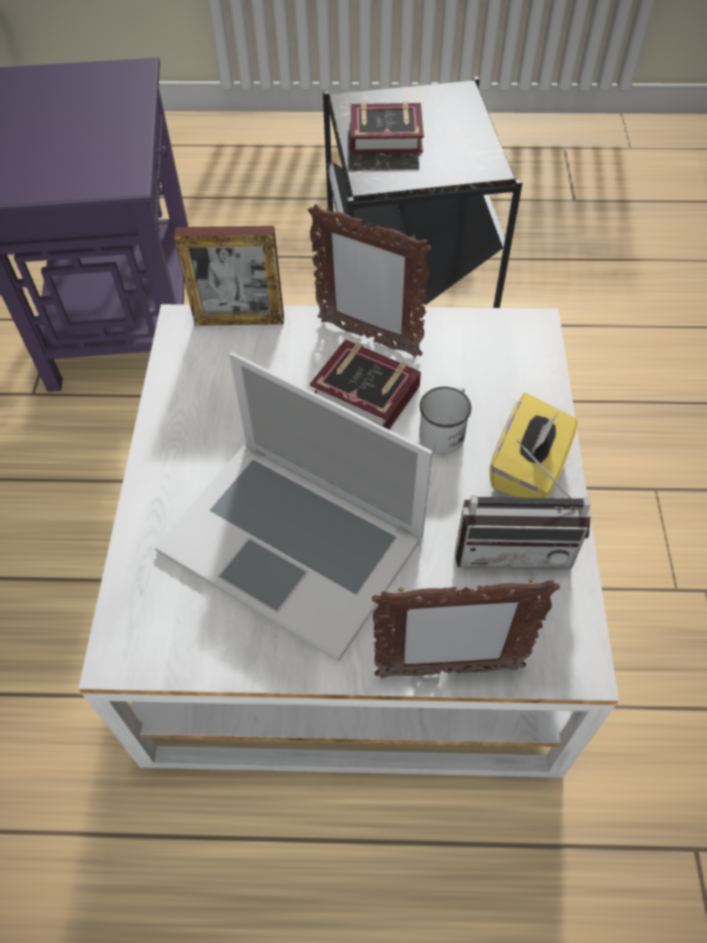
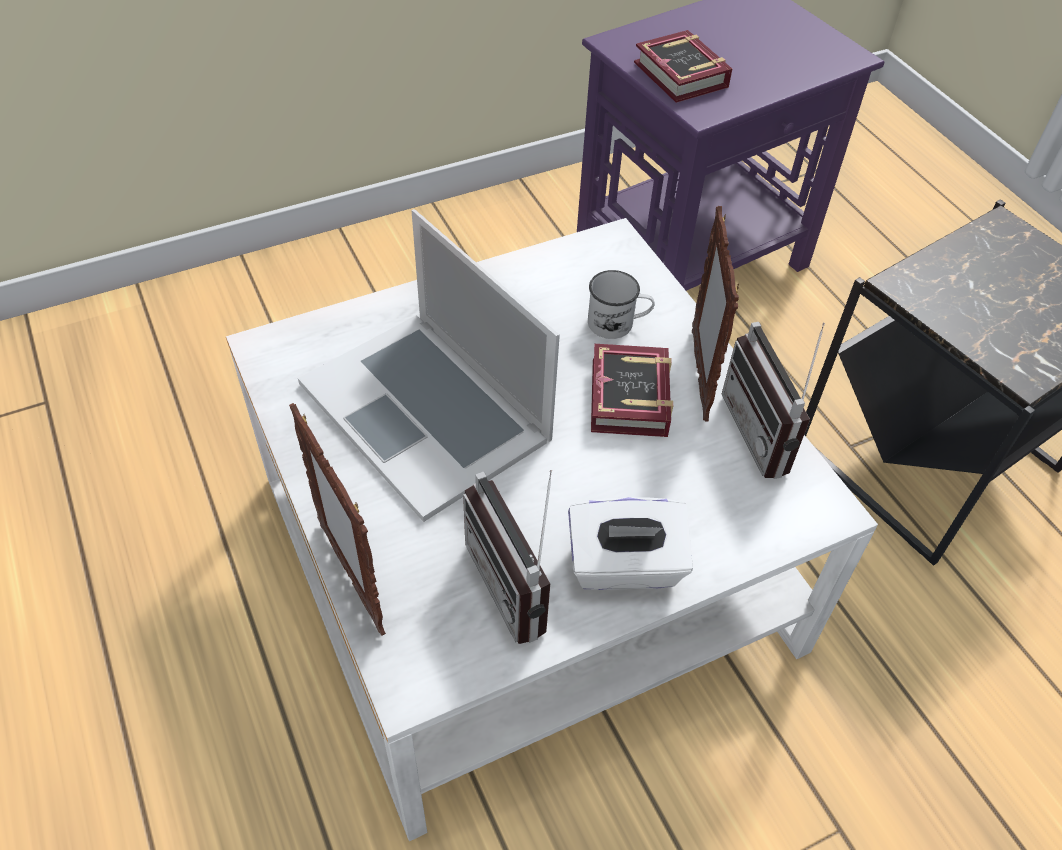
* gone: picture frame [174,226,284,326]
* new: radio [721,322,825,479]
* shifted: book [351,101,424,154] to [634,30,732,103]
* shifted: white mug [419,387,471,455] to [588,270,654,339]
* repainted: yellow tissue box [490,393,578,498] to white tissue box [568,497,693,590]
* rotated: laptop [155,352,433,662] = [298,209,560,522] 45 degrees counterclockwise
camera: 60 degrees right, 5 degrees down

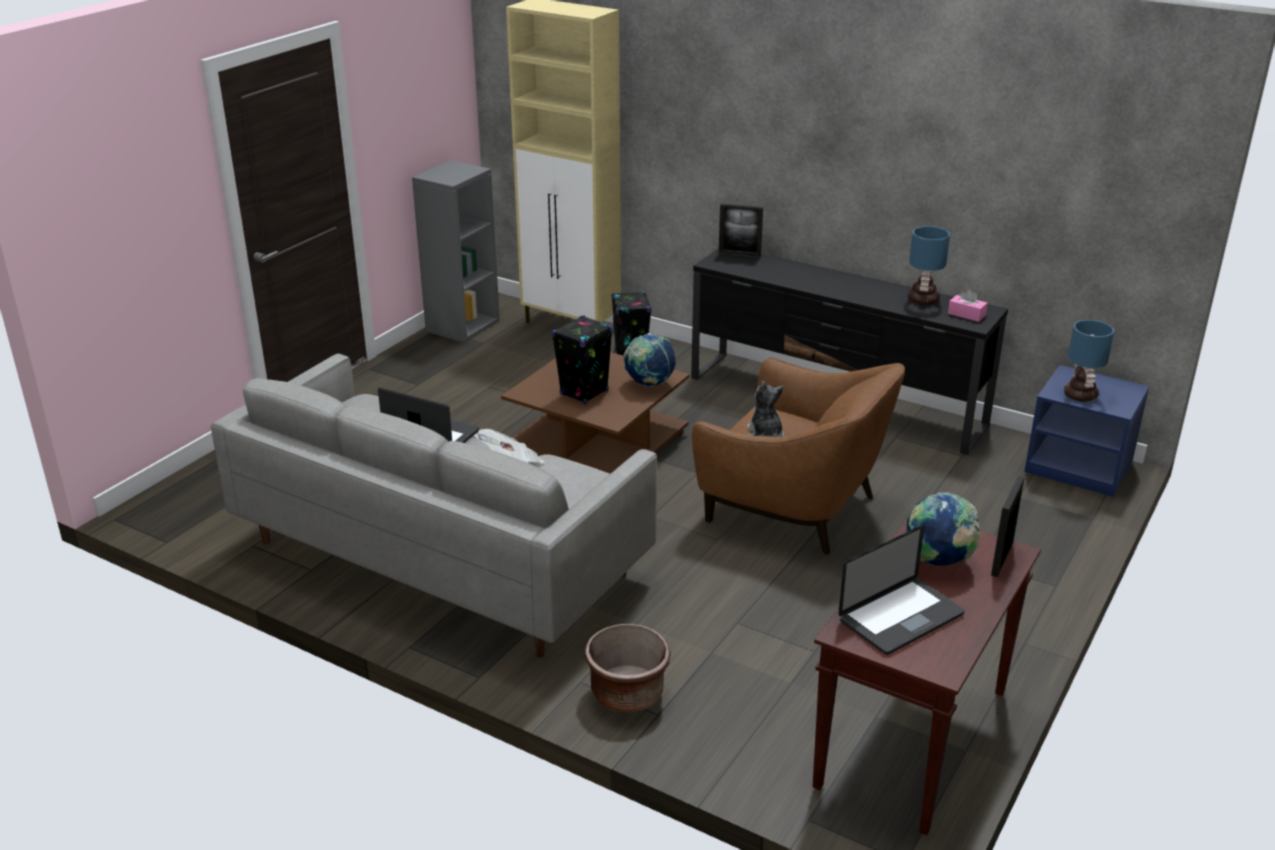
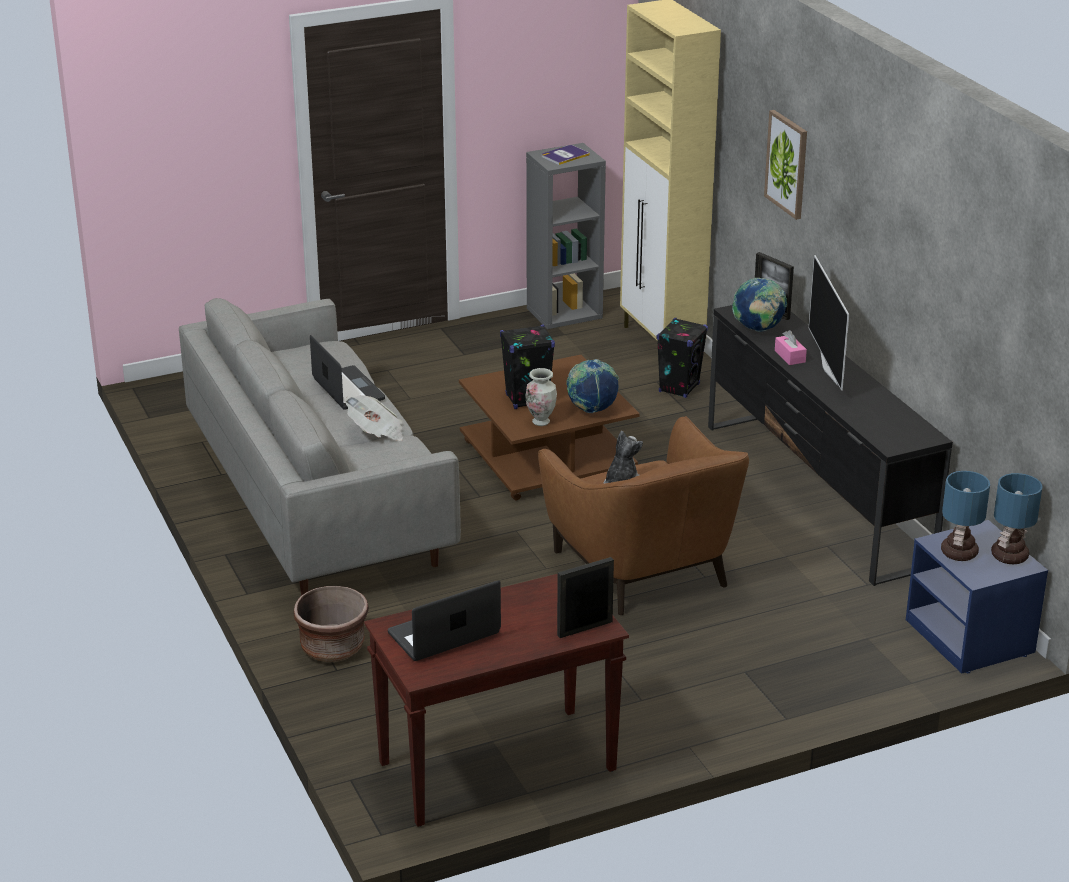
* new: vase [525,368,557,426]
* new: book [542,145,590,165]
* new: picture [764,110,807,220]
* new: television [809,255,849,391]
* shifted: globe [907,492,980,566] to [732,278,787,332]
* shifted: table lamp [908,226,950,305] to [991,473,1042,564]
* shifted: pink tissue box [948,289,988,322] to [775,330,807,365]
* rotated: laptop [839,525,965,655] = [388,580,501,661] 150 degrees clockwise
camera: 35 degrees right, 0 degrees up

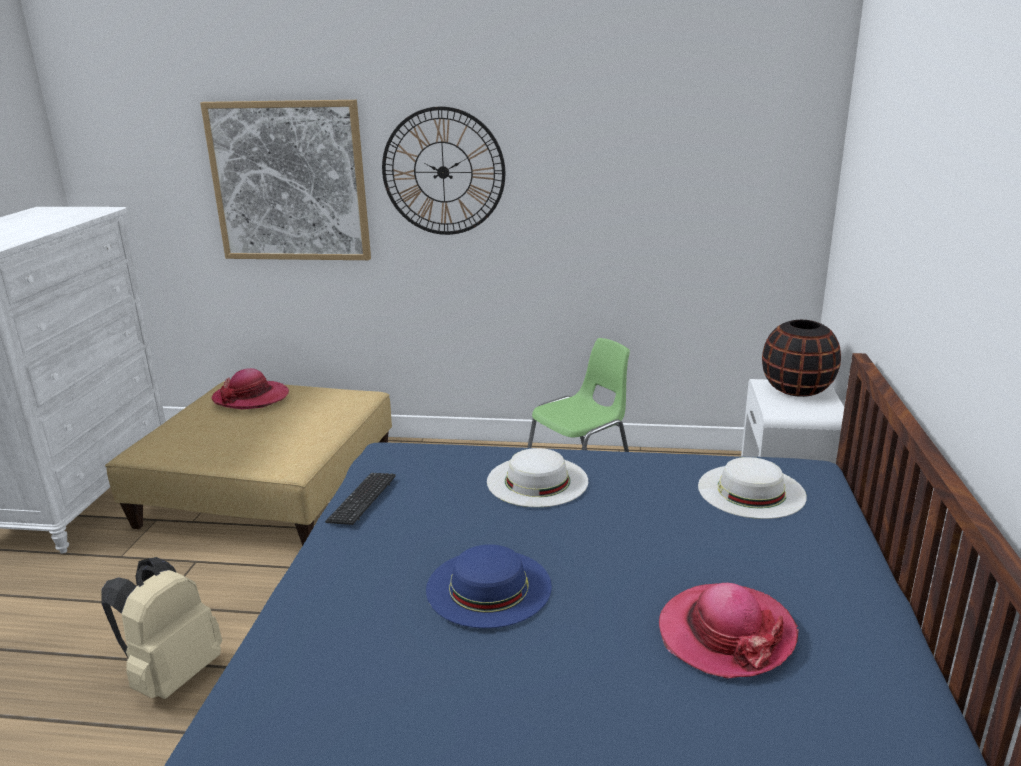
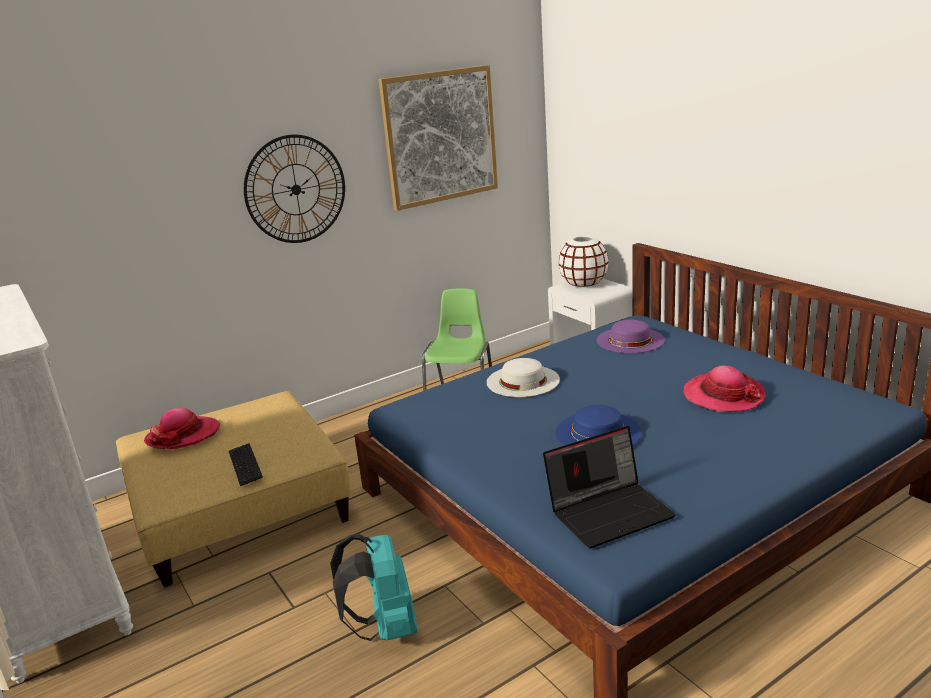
* new: laptop [543,426,676,549]
* shifted: picture [200,100,371,260] to [378,65,498,211]
* shifted: keyboard [325,473,396,525] to [229,443,263,486]
* repainted: beige backpack [101,557,222,699] to turquoise backpack [330,534,418,641]
* repainted: white hat [698,457,807,519] to purple hat [597,320,665,353]
* repainted: black vase [762,320,841,397] to white vase [559,236,608,287]
camera: 40 degrees left, 0 degrees up

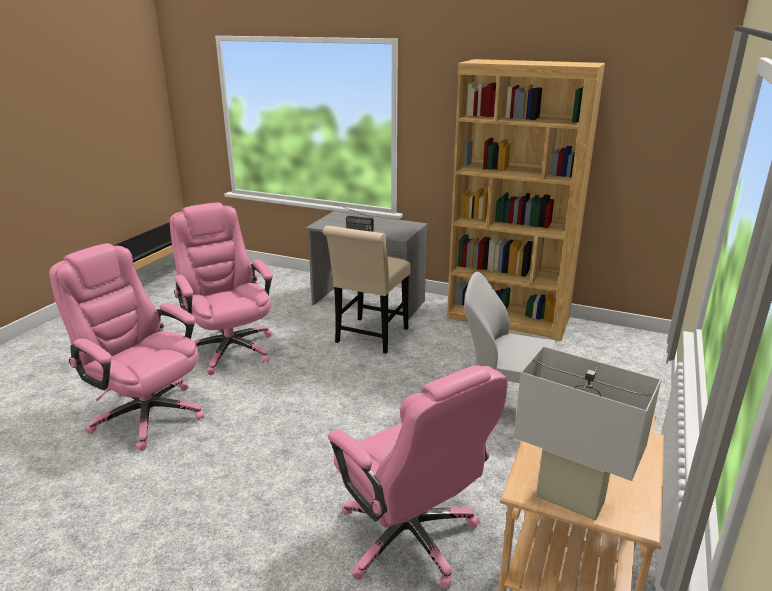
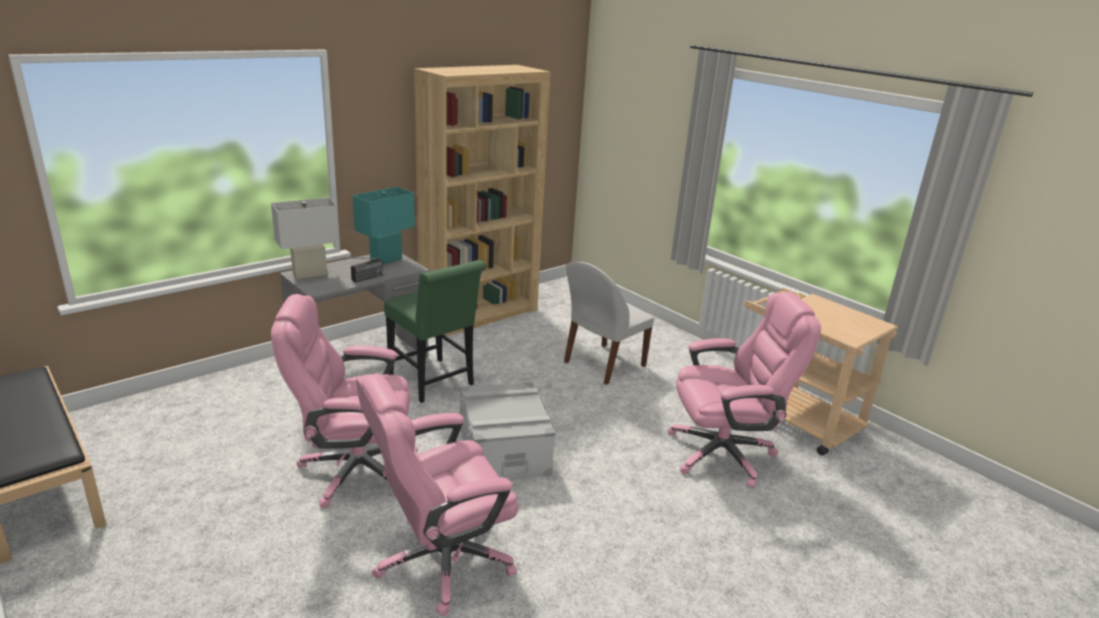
* new: turquoise table lamp [353,187,415,265]
* new: grey storage box [459,382,555,480]
* shifted: white table lamp [514,346,661,520] to [271,198,339,279]
* repainted: beige chair [323,226,411,353] to green chair [384,260,486,403]
camera: 65 degrees left, 0 degrees up

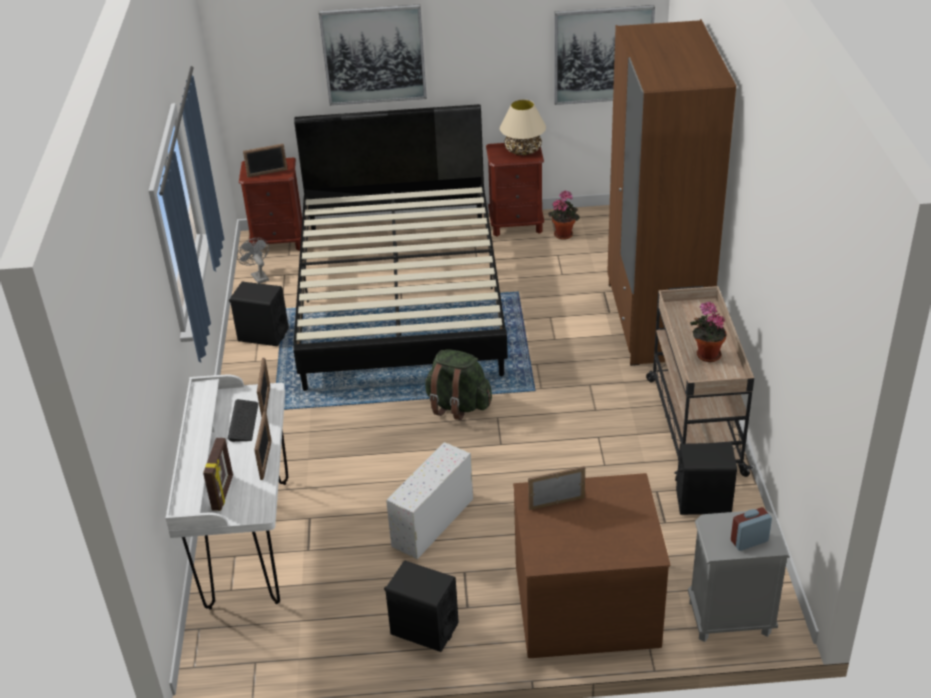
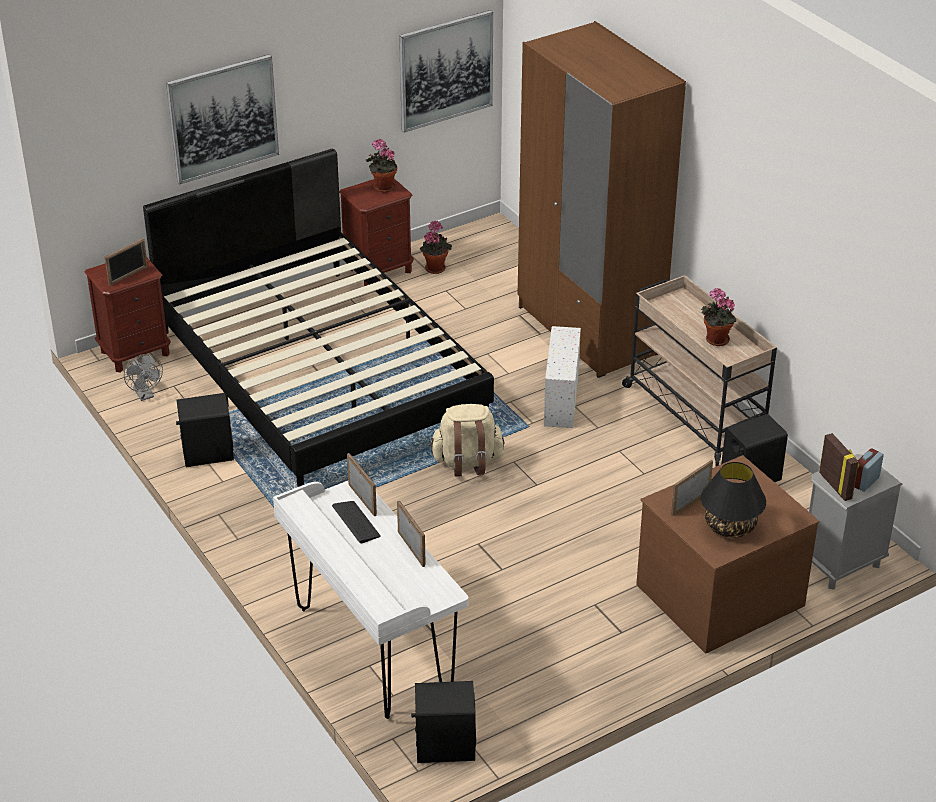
* new: black table lamp [701,462,766,538]
* shifted: picture frame [203,438,233,511] to [819,433,859,501]
* shifted: black speaker [384,561,458,652] to [411,681,476,763]
* shifted: white storage box [386,442,473,560] to [544,326,581,428]
* swapped: beige table lamp [500,99,546,155] to potted plant [366,139,397,193]
* repainted: green backpack [425,349,492,420] to beige backpack [429,404,504,477]
* rotated: grey fan [237,238,269,284] = [124,354,163,401] 150 degrees counterclockwise
camera: 30 degrees left, 0 degrees up

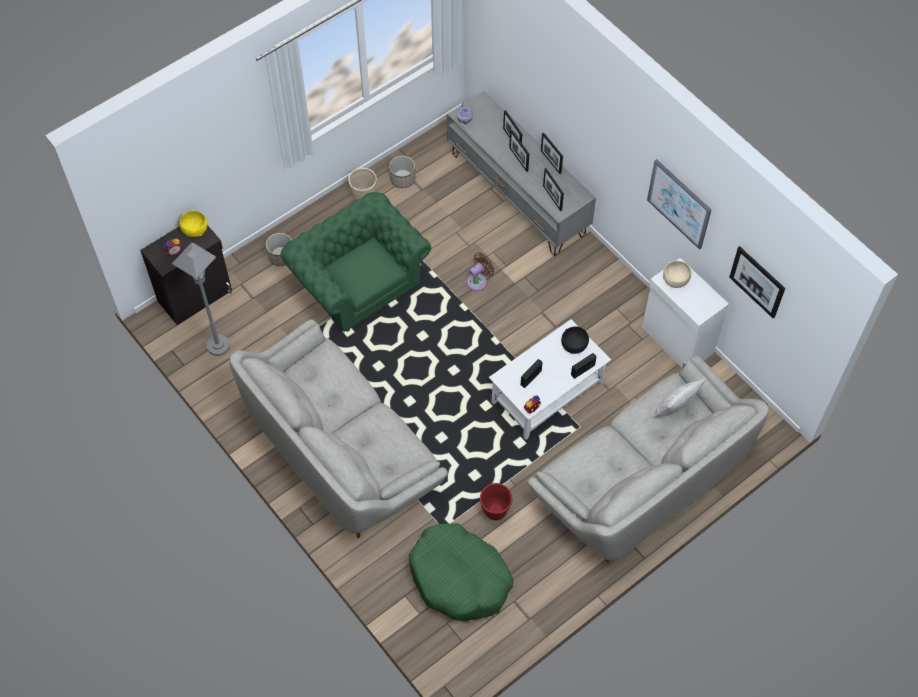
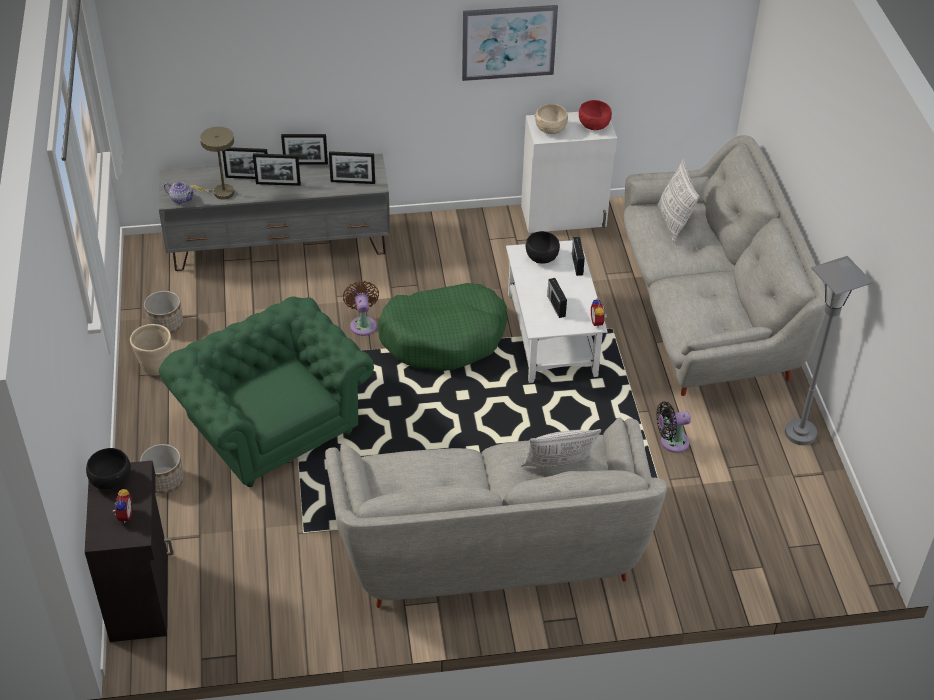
* gone: picture [729,246,785,319]
* new: beige table lamp [190,127,234,200]
* new: pillow [521,429,601,468]
* new: red bowl [579,100,612,130]
* shifted: grey floor lamp [172,242,230,356] to [785,256,873,445]
* shifted: green dog bed [409,523,513,621] to [378,283,507,371]
* swapped: red planter [480,483,512,520] to black fan [656,401,691,453]
* repainted: yellow bowl [179,211,207,237] to black bowl [86,448,131,489]
* rotated: green armchair [281,192,431,332] = [159,296,374,487] 60 degrees clockwise
camera: 60 degrees left, 15 degrees down

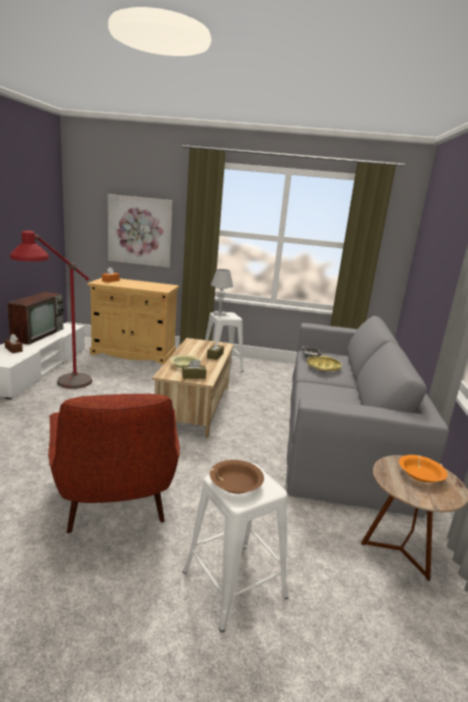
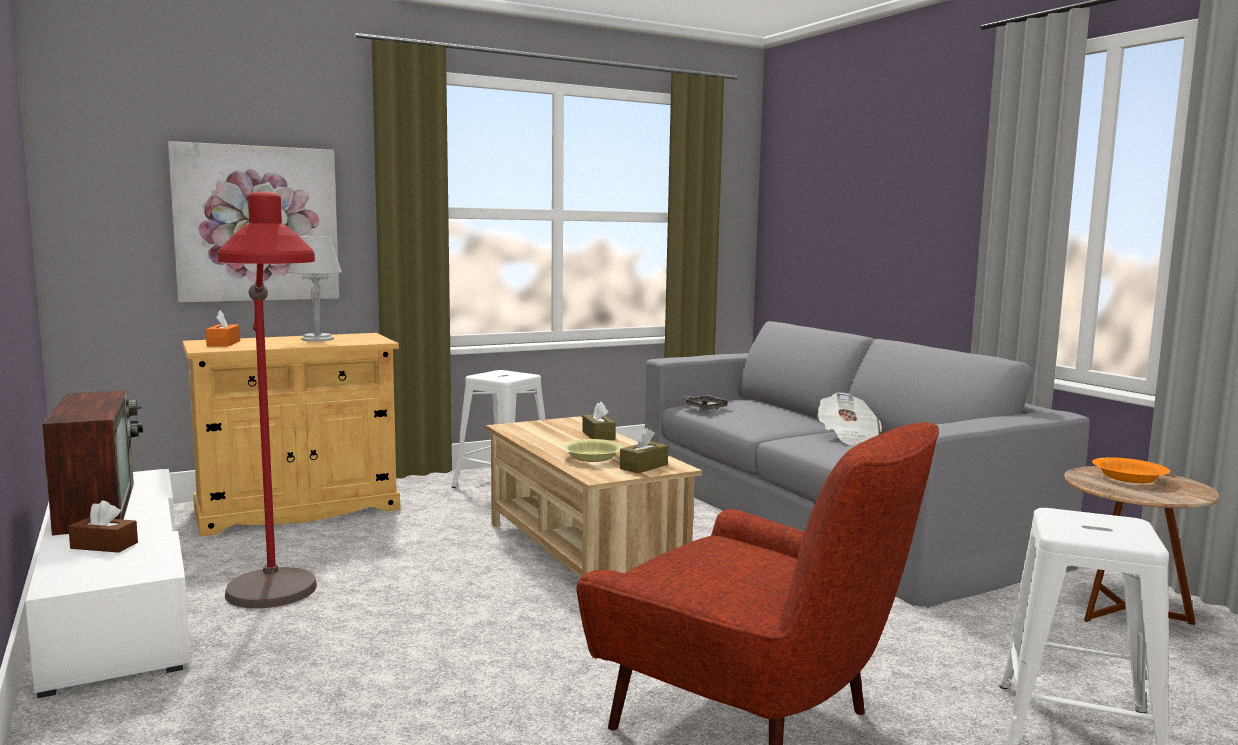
* gone: brown bowl [210,460,264,494]
* gone: yellow tray [307,356,342,372]
* new: newspaper [817,392,882,445]
* shifted: grey table lamp [211,269,233,316] to [288,236,342,341]
camera: 35 degrees left, 10 degrees down

